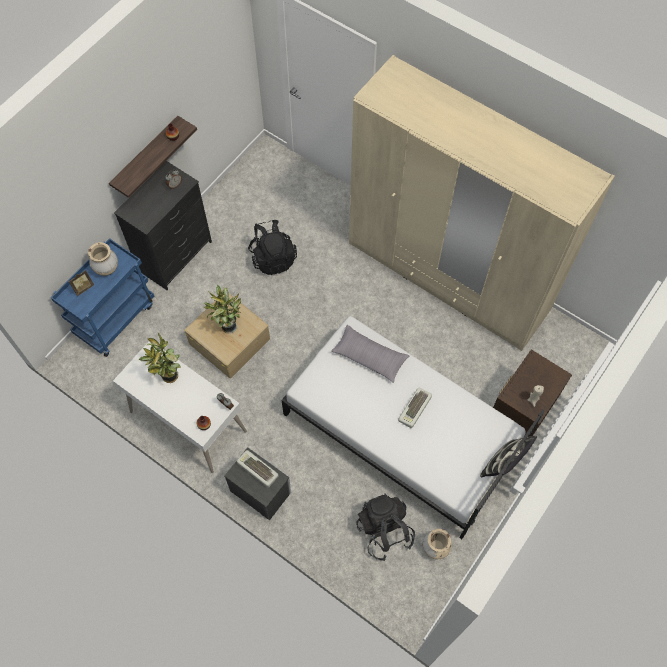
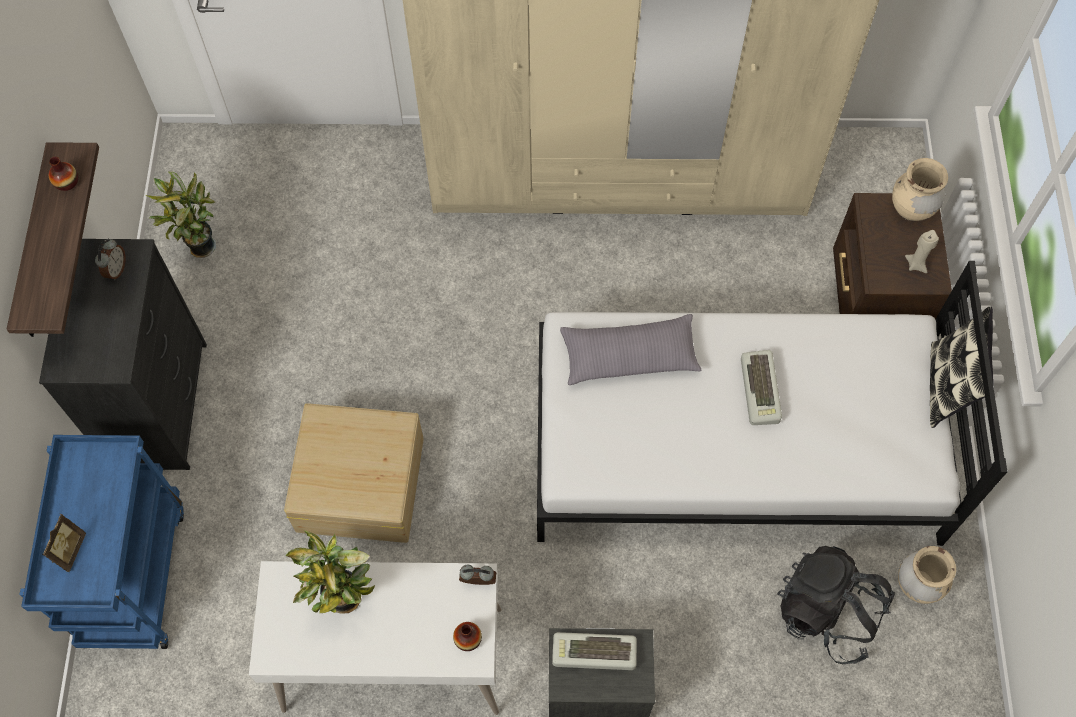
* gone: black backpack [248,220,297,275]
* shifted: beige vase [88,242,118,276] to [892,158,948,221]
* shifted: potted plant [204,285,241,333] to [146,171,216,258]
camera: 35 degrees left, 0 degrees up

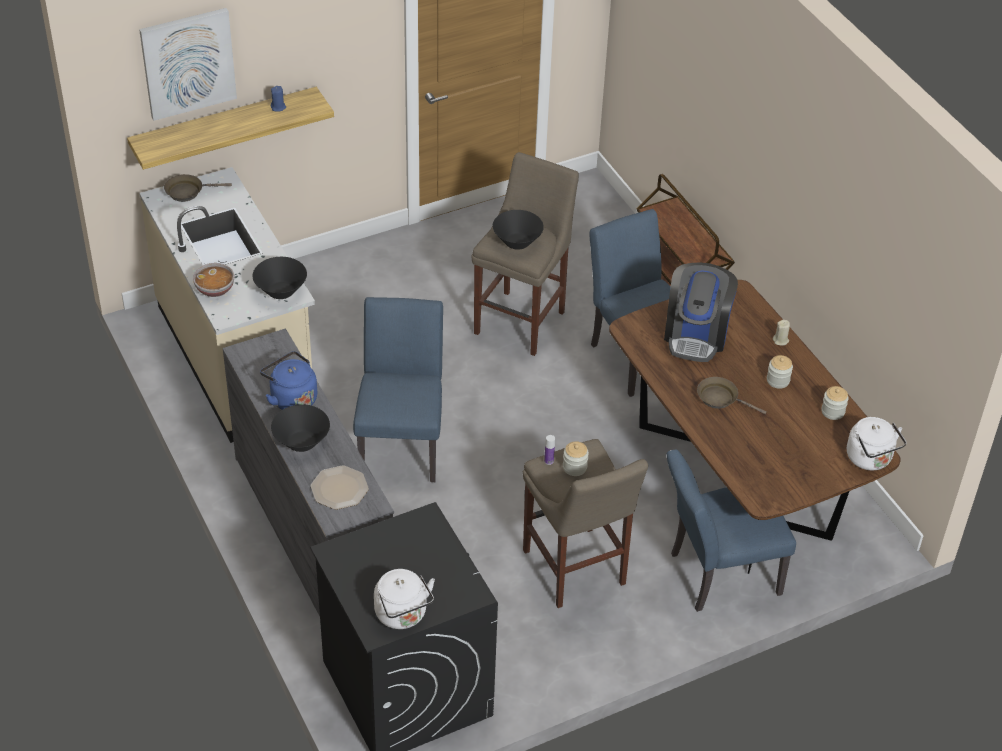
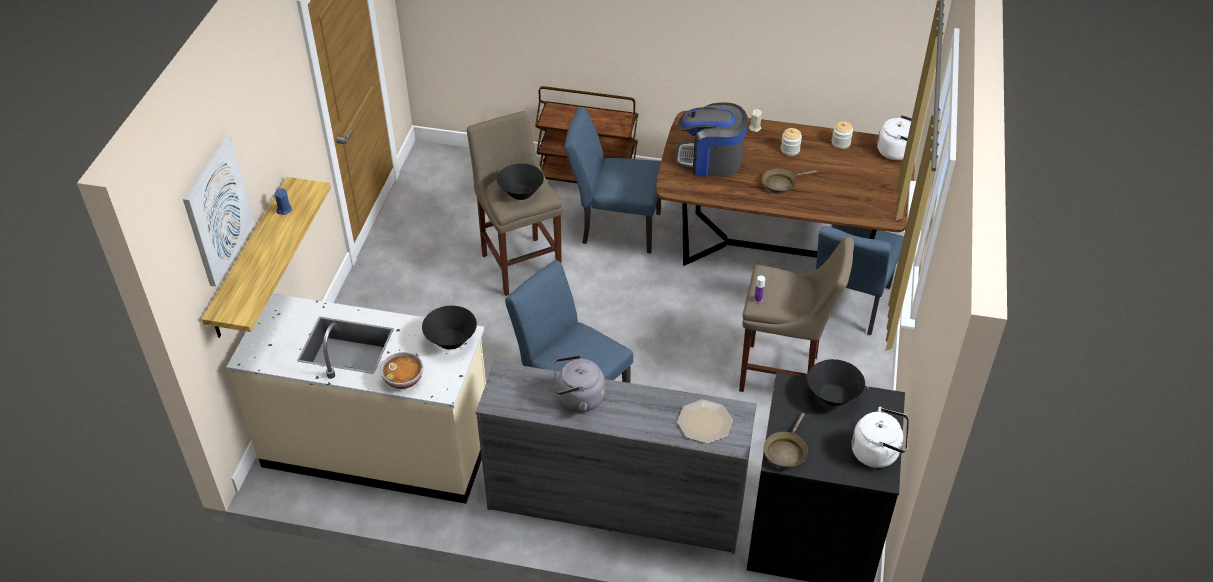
* gone: jar [563,441,589,476]
* shifted: brown frying pan [164,174,232,202] to [763,413,808,468]
* shifted: black bowl [271,404,330,452] to [807,359,865,406]
* repainted: blue kettle [260,351,317,410] to grey kettle [554,355,605,412]
* rotated: coffee machine [664,262,738,362] = [676,102,748,177] 135 degrees clockwise
camera: 50 degrees left, 0 degrees up

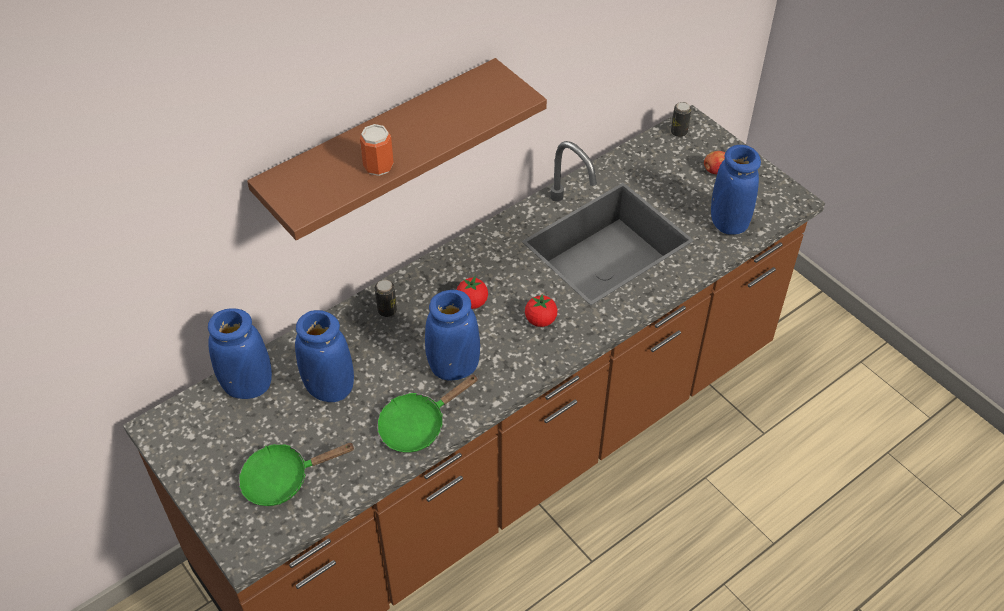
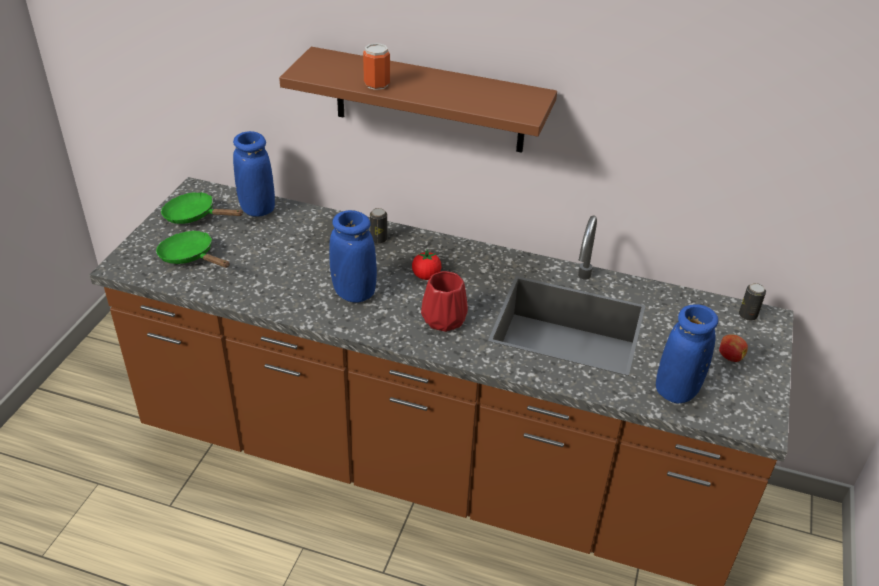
* gone: blue vase [295,310,354,402]
* shifted: green frying pan [377,375,478,453] to [161,192,244,224]
* swapped: tomato [525,294,558,327] to red vase [421,271,468,332]
camera: 55 degrees right, 10 degrees down

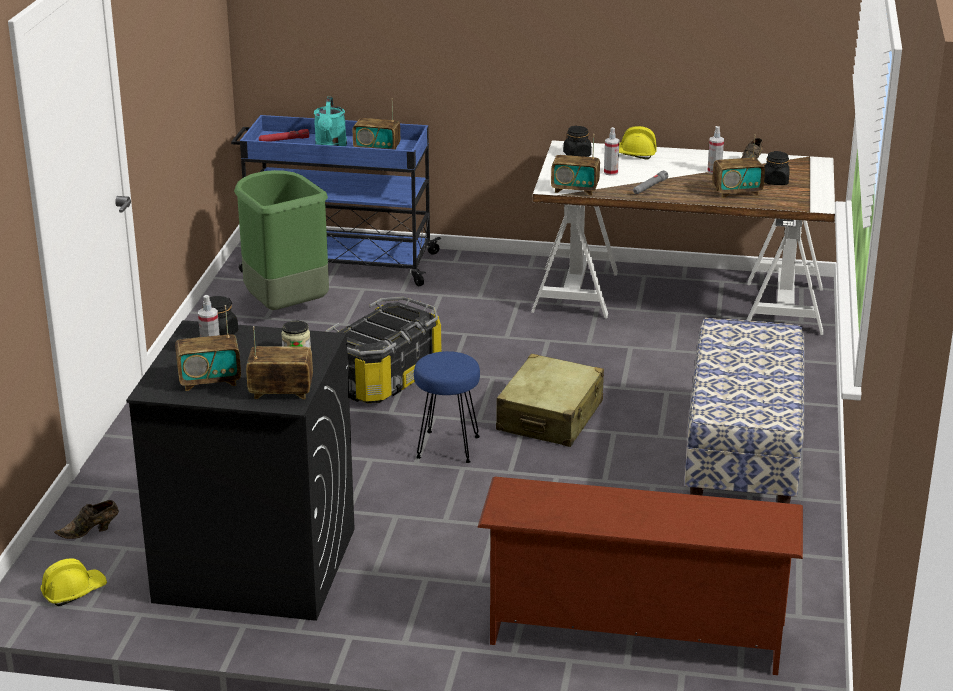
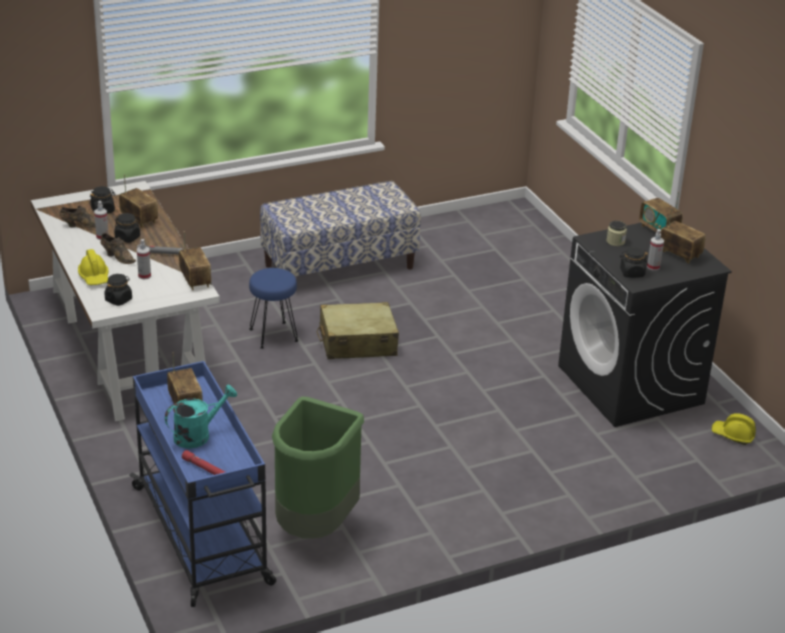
* gone: storage box [326,296,442,403]
* gone: brown shoe rack [477,477,803,675]
* new: black jar [114,213,140,243]
* shifted: brown shoe [54,500,119,539] to [101,233,136,264]
* shifted: blue stool [414,351,480,463] to [249,268,298,349]
camera: 125 degrees left, 5 degrees up

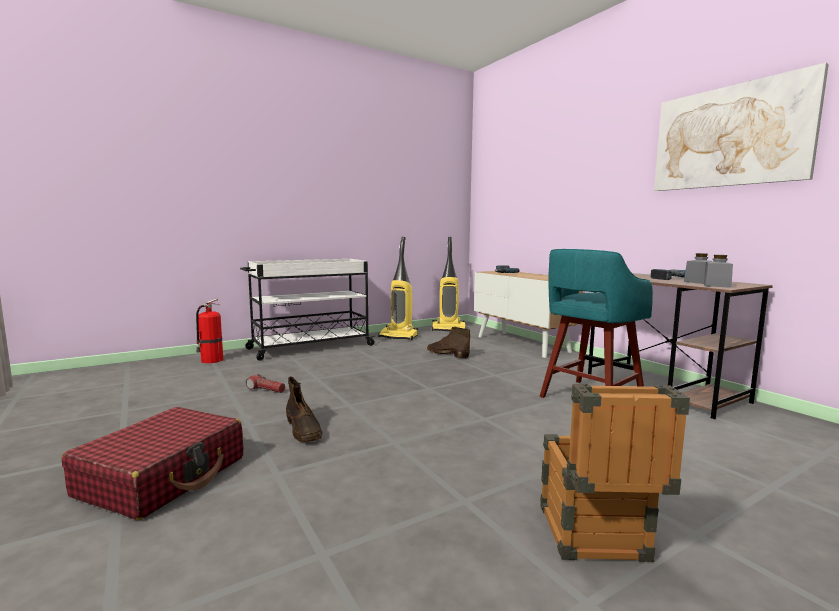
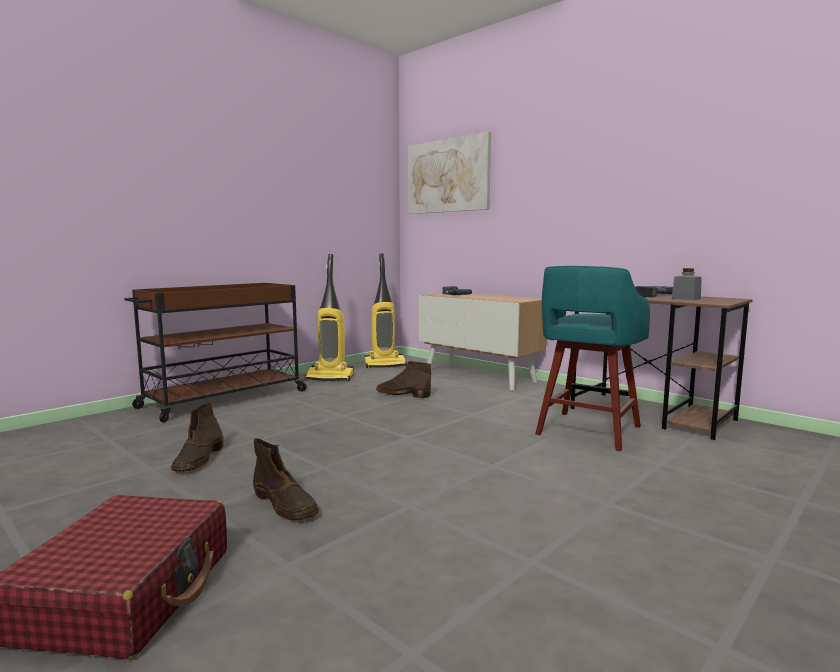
* gone: fire extinguisher [196,299,223,363]
* gone: crate [540,383,690,562]
* gone: grey jar [703,255,733,288]
* shifted: picture [654,63,829,191] to [408,132,491,214]
* swapped: flashlight [246,374,285,393] to brown boot [171,402,224,472]
* repainted: white cart [240,259,375,361] to brown cart [124,283,308,422]
camera: 15 degrees left, 0 degrees up

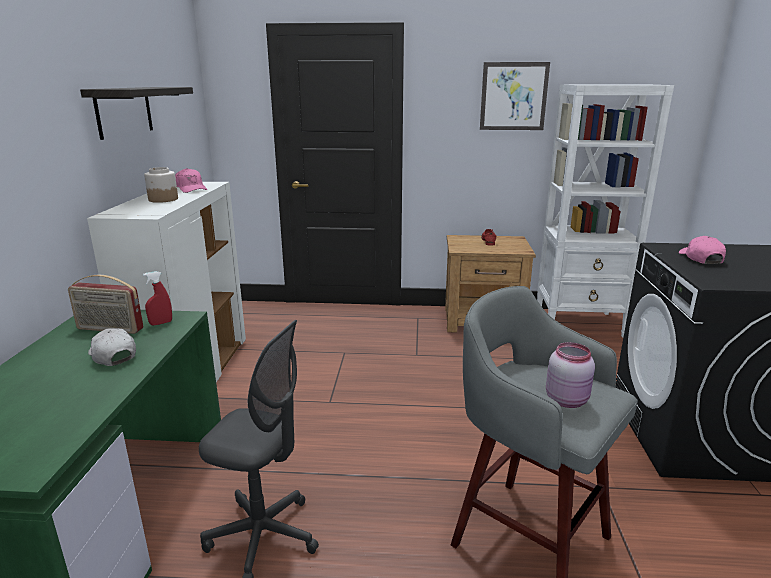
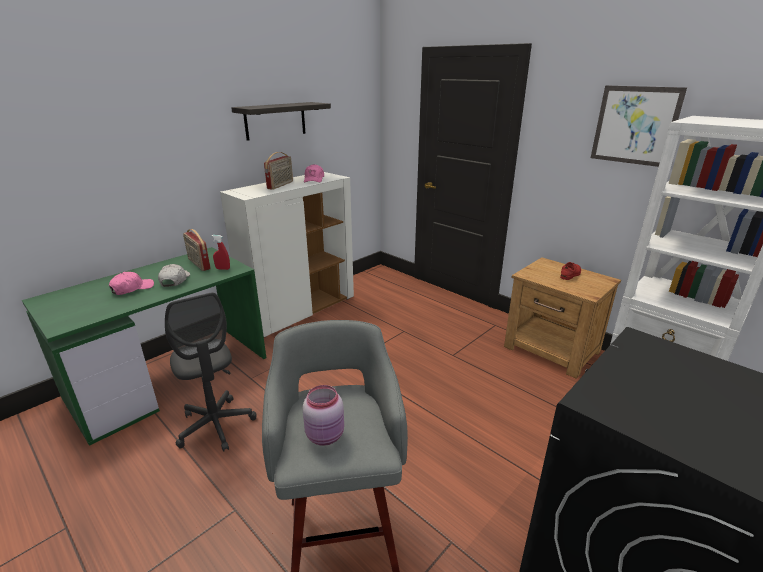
* shifted: pink cap [679,236,726,264] to [109,272,154,295]
* swapped: jar [144,167,178,203] to radio [264,152,293,190]
camera: 40 degrees right, 5 degrees up

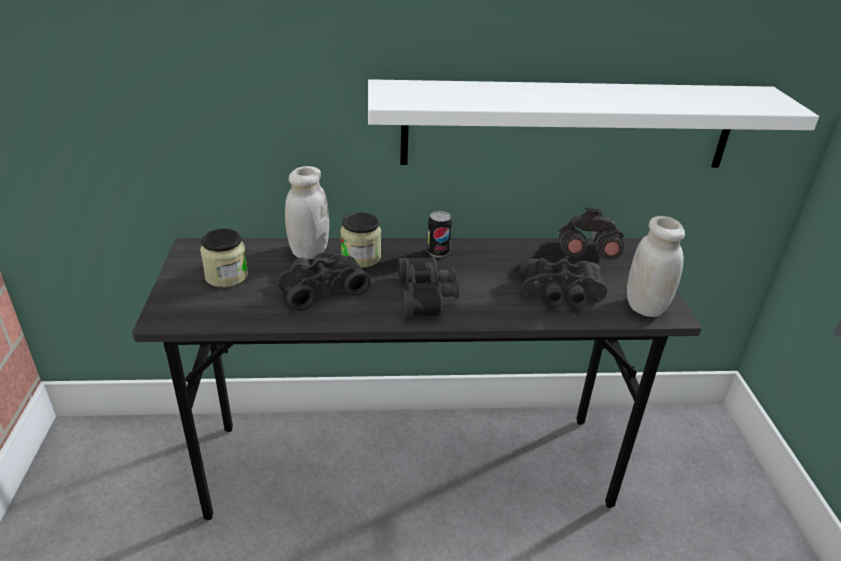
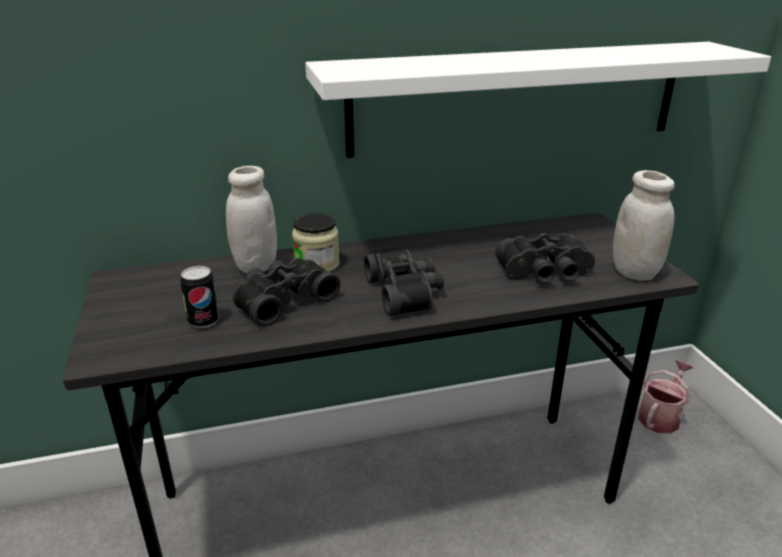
* gone: jar [200,229,248,287]
* gone: grey binoculars [558,208,624,260]
* new: watering can [638,360,693,433]
* shifted: can [427,211,452,257] to [180,266,219,329]
camera: 10 degrees left, 5 degrees down

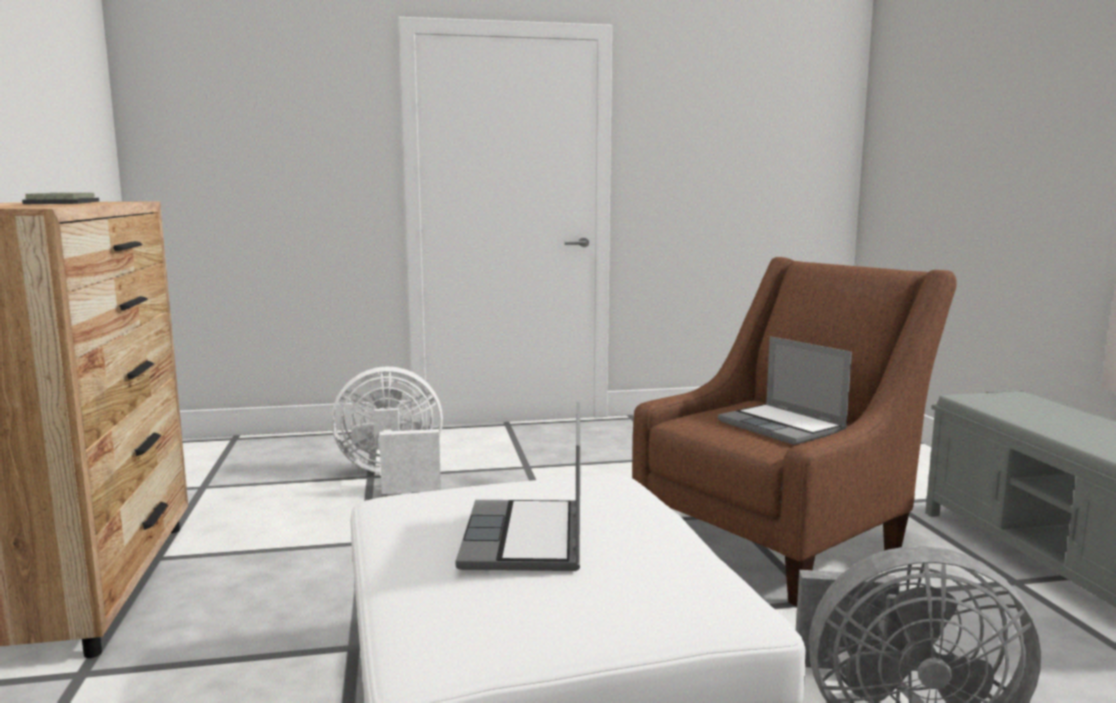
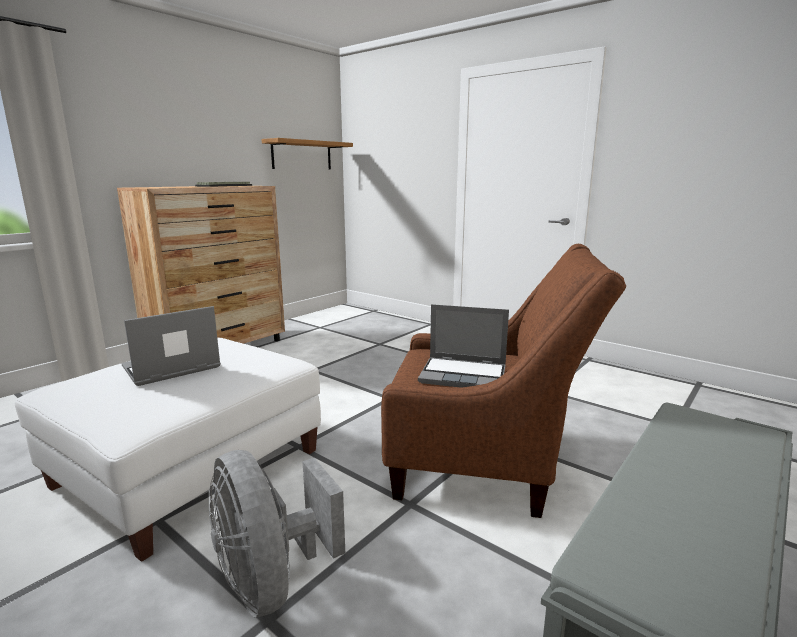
* gone: white fan [331,366,443,494]
* new: shelf [262,138,353,170]
* rotated: laptop [718,336,852,445] = [418,304,509,387] 90 degrees counterclockwise
camera: 50 degrees right, 5 degrees up

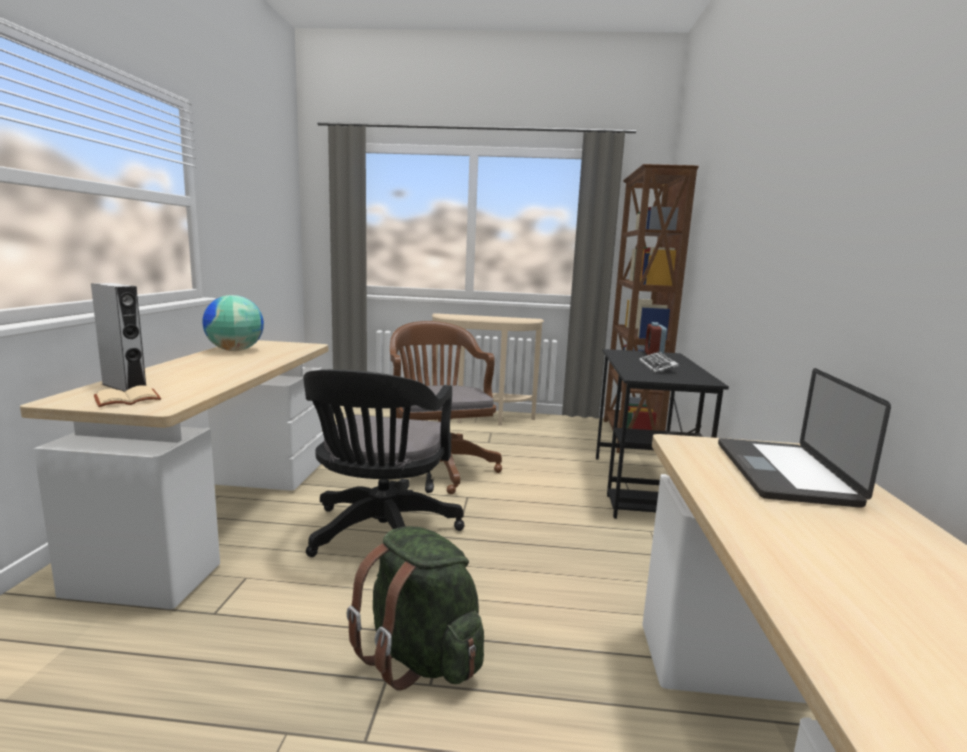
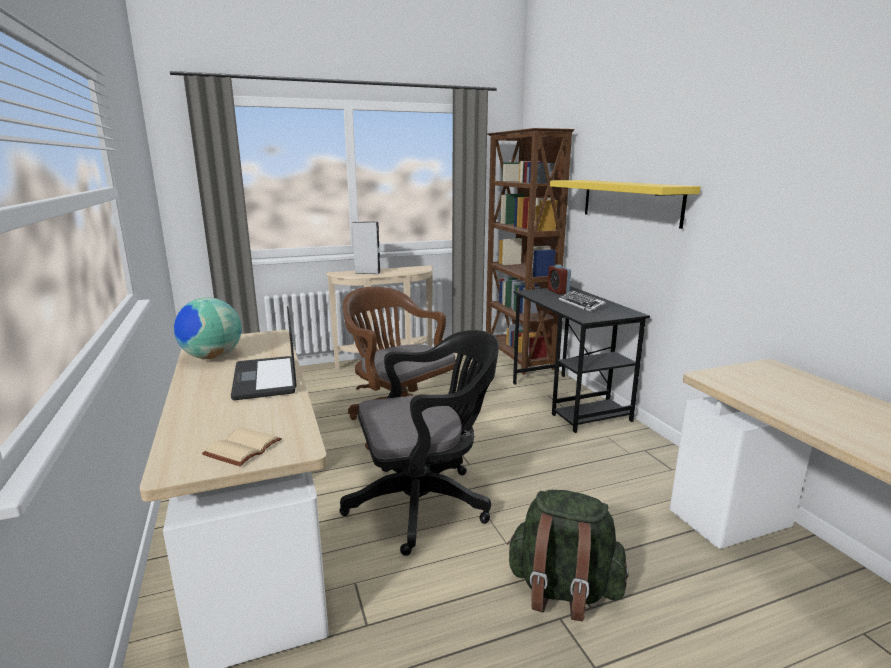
* new: yellow shelf [550,180,701,229]
* shifted: grey speaker [91,283,146,391] to [352,221,381,274]
* shifted: laptop [718,368,891,508] to [231,306,297,400]
* rotated: black office chair [303,369,465,557] = [339,330,499,556] 90 degrees counterclockwise
camera: 25 degrees left, 5 degrees up

